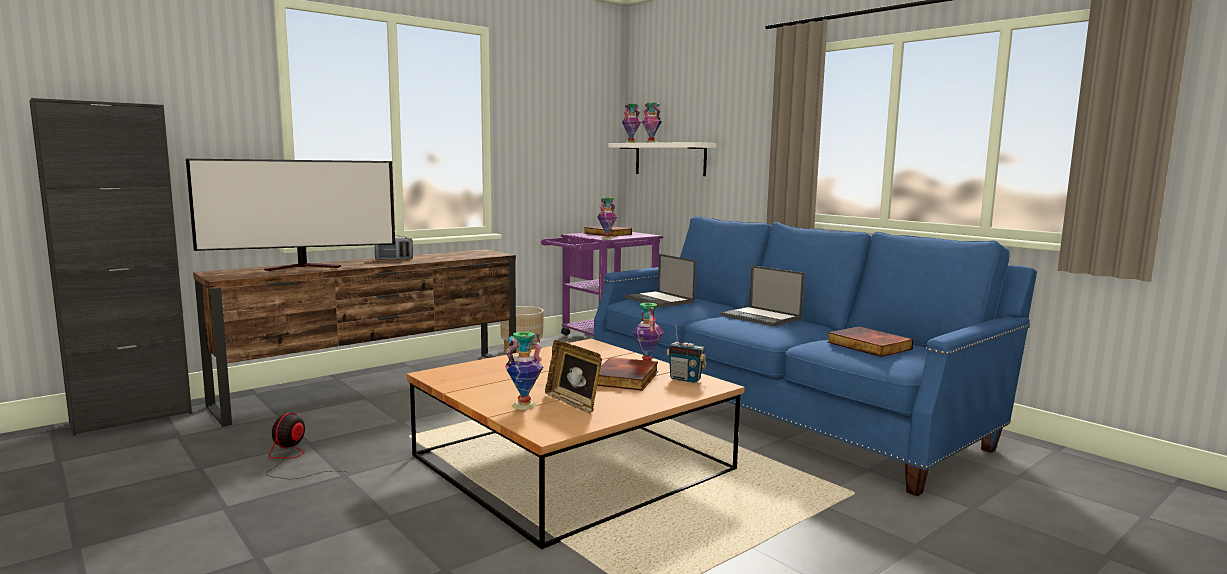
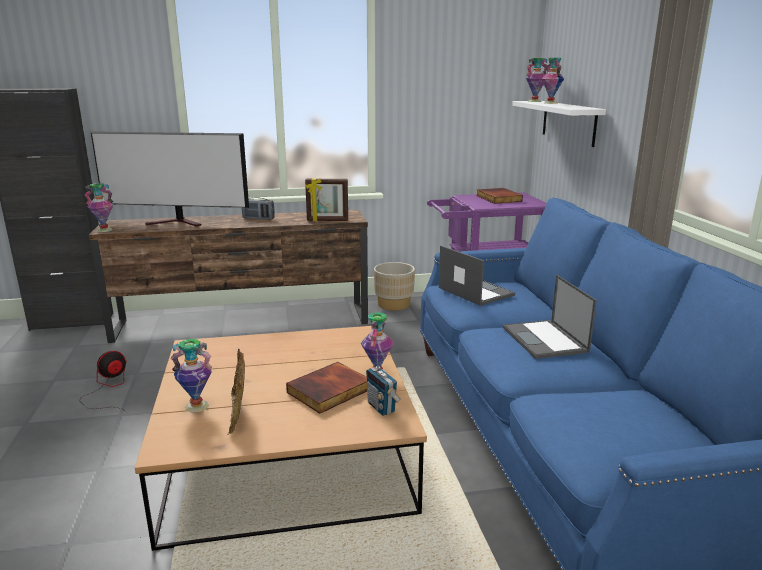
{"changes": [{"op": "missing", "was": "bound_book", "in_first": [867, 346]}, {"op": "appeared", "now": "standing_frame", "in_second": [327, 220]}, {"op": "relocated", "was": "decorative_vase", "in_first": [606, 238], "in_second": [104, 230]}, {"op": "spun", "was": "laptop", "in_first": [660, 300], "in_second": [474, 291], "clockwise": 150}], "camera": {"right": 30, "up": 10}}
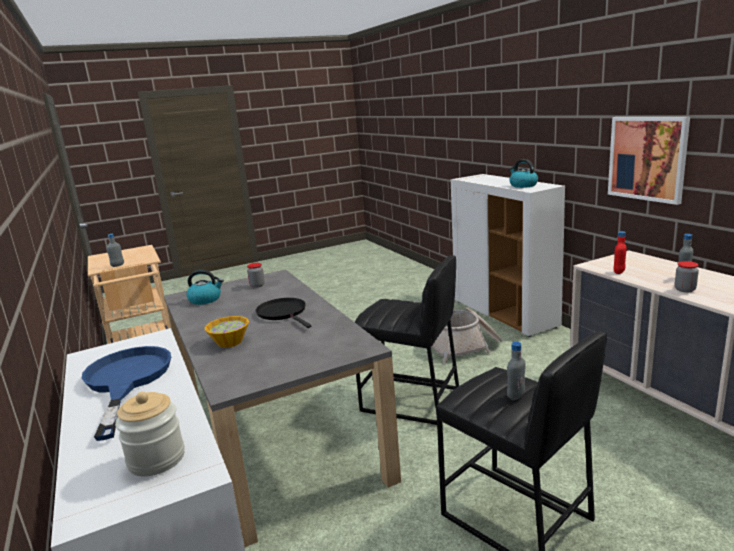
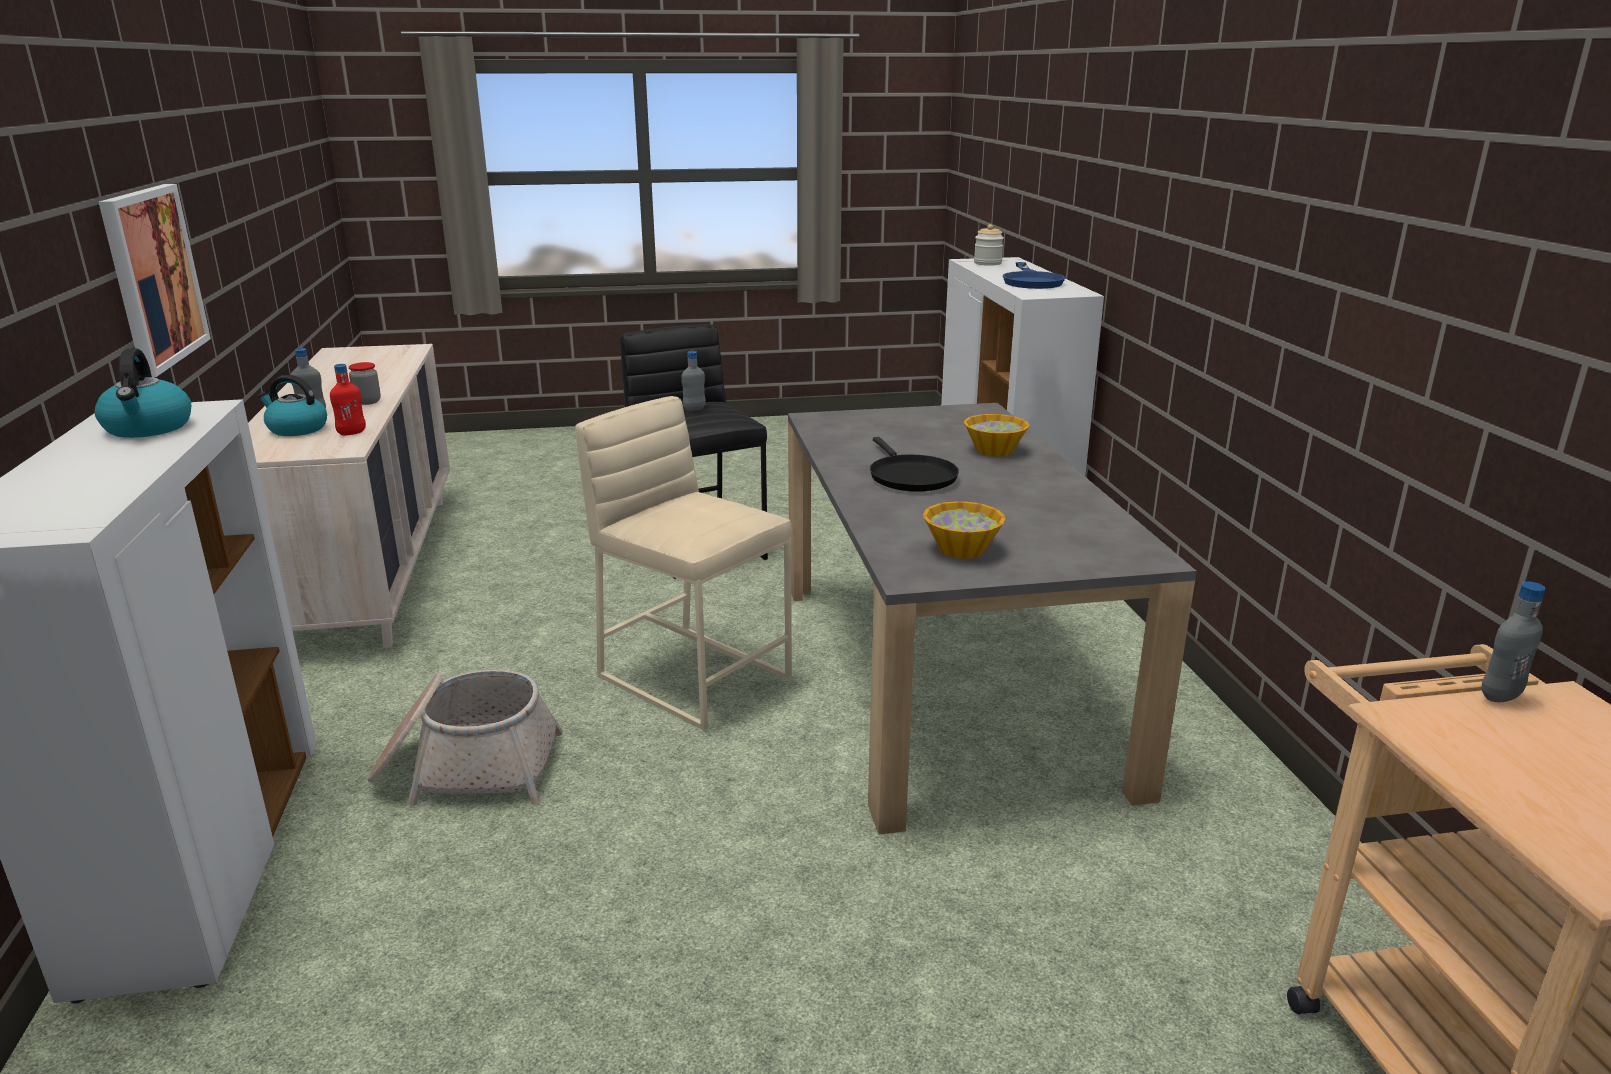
{"changes": [{"op": "relocated", "was": "water_kettle", "in_first": [206, 299], "in_second": [296, 429]}, {"op": "exchanged", "was": "preserve_jar", "now": "serving_bowl", "in_first": [257, 285], "in_second": [962, 549]}, {"op": "colour", "was": "black_sitting_stool", "now": "beige-coloured_sitting_stool", "in_first": [411, 400], "in_second": [694, 675]}], "camera": {"right": -165, "up": 5}}
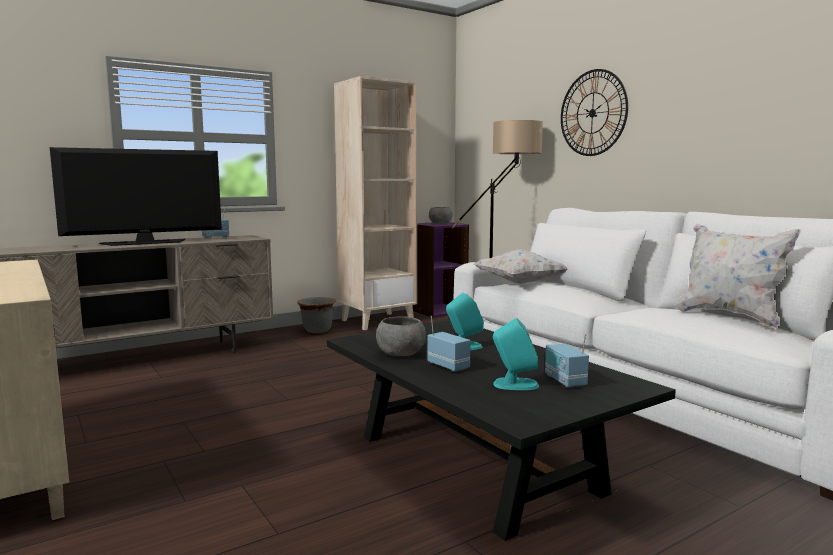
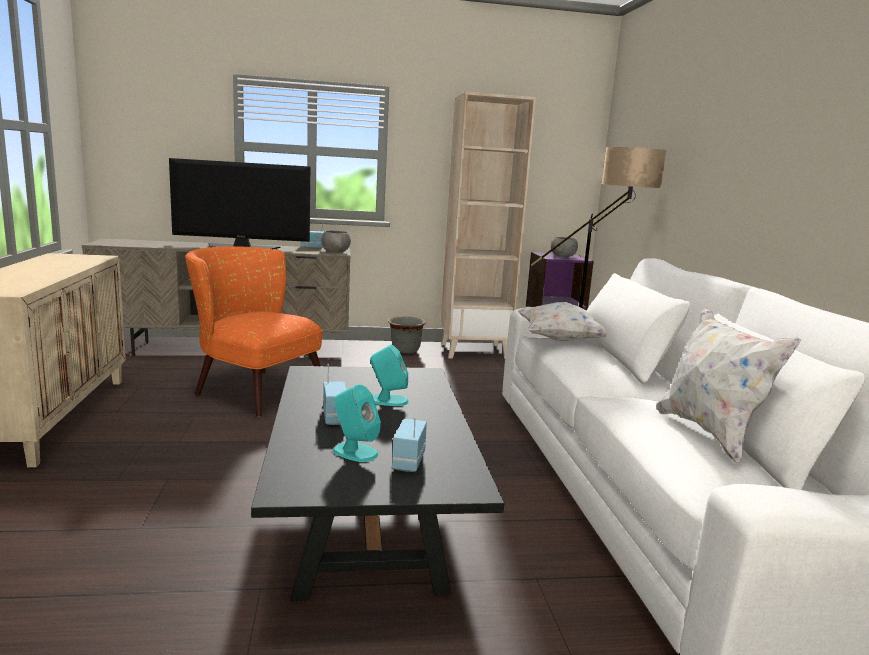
{"changes": [{"op": "missing", "was": "wall_clock", "in_first": [592, 113]}, {"op": "appeared", "now": "orange_armchair", "in_second": [252, 389]}, {"op": "relocated", "was": "grey_serving_bowl", "in_first": [400, 354], "in_second": [335, 252]}], "camera": {"right": 25, "up": 5}}
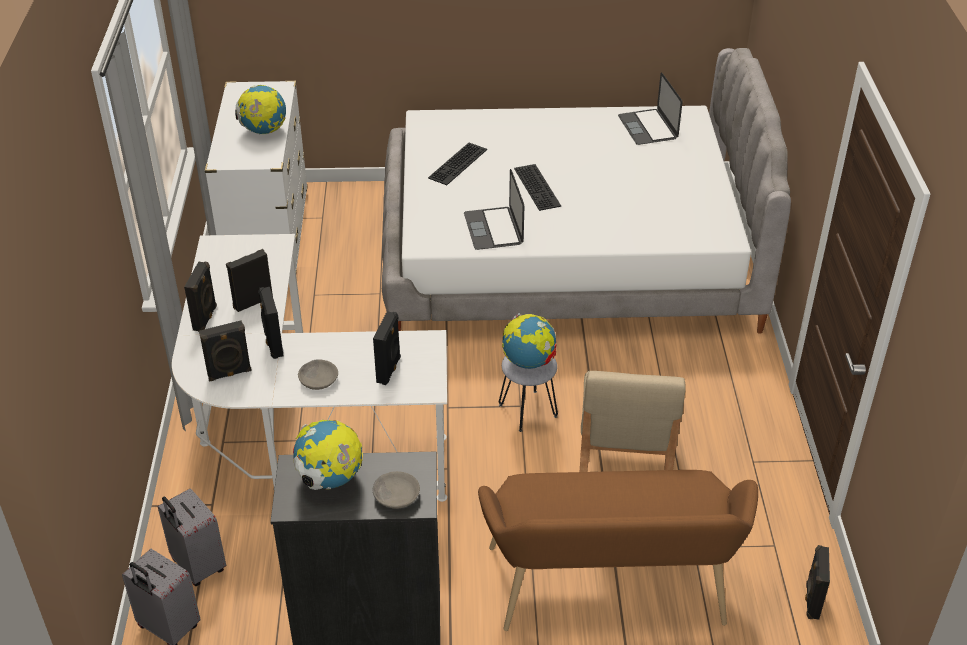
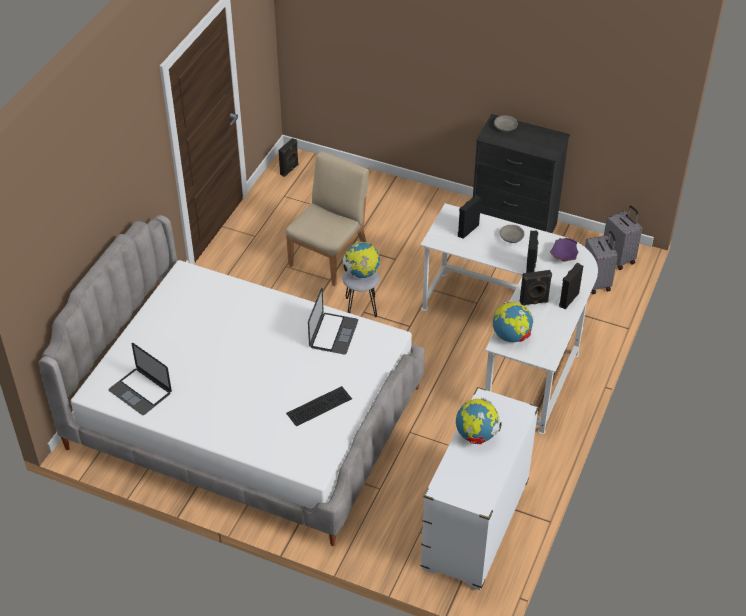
{"changes": [{"op": "missing", "was": "brown_indoor_bench", "in_first": [610, 594]}, {"op": "missing", "was": "PC_keyboard", "in_first": [538, 187]}, {"op": "relocated", "was": "globe", "in_first": [330, 479], "in_second": [511, 336]}, {"op": "exchanged", "was": "black_audio_speaker", "now": "purplish_serving_bowl", "in_first": [229, 374], "in_second": [563, 257]}, {"op": "spun", "was": "laptop", "in_first": [648, 127], "in_second": [140, 391], "clockwise": 120}], "camera": {"right": -155, "up": 5}}
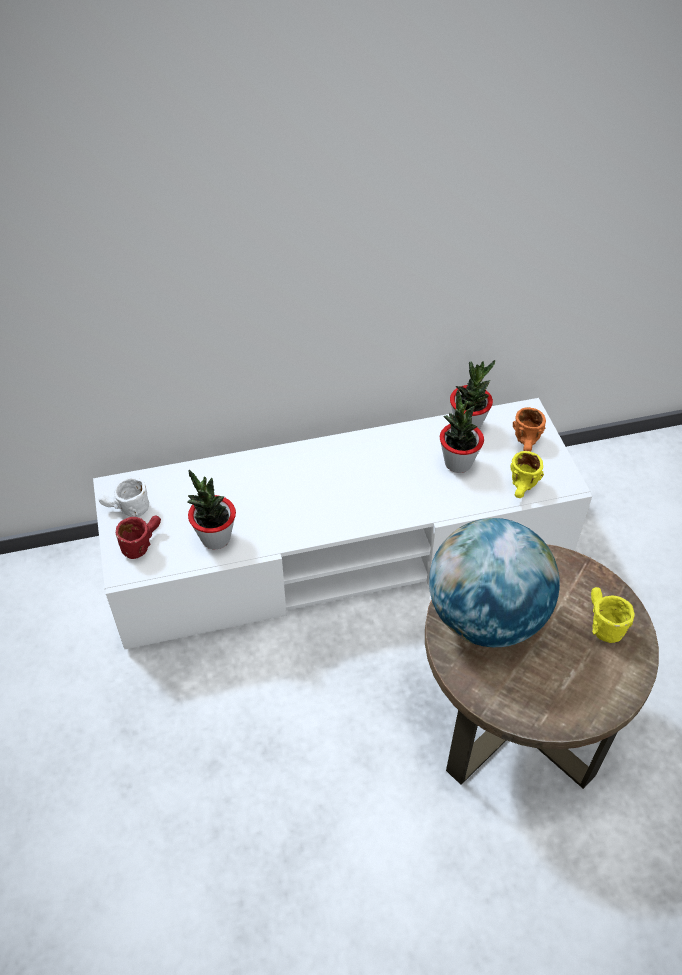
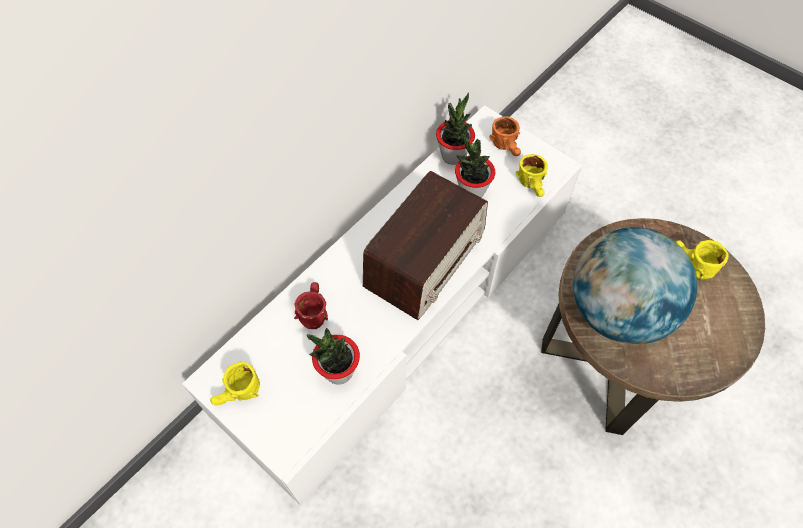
{"changes": [{"op": "appeared", "now": "radio", "in_second": [425, 259]}, {"op": "relocated", "was": "red_mug", "in_first": [141, 542], "in_second": [312, 310]}, {"op": "colour", "was": "white_mug", "now": "yellow-coloured_mug", "in_first": [126, 510], "in_second": [239, 395]}], "camera": {"right": -35, "up": 10}}
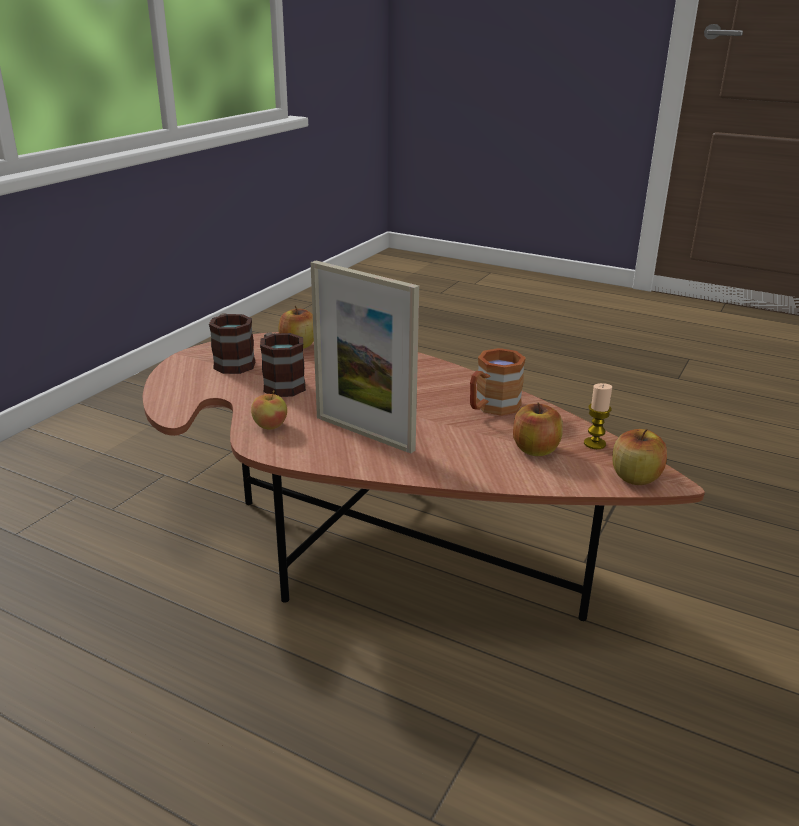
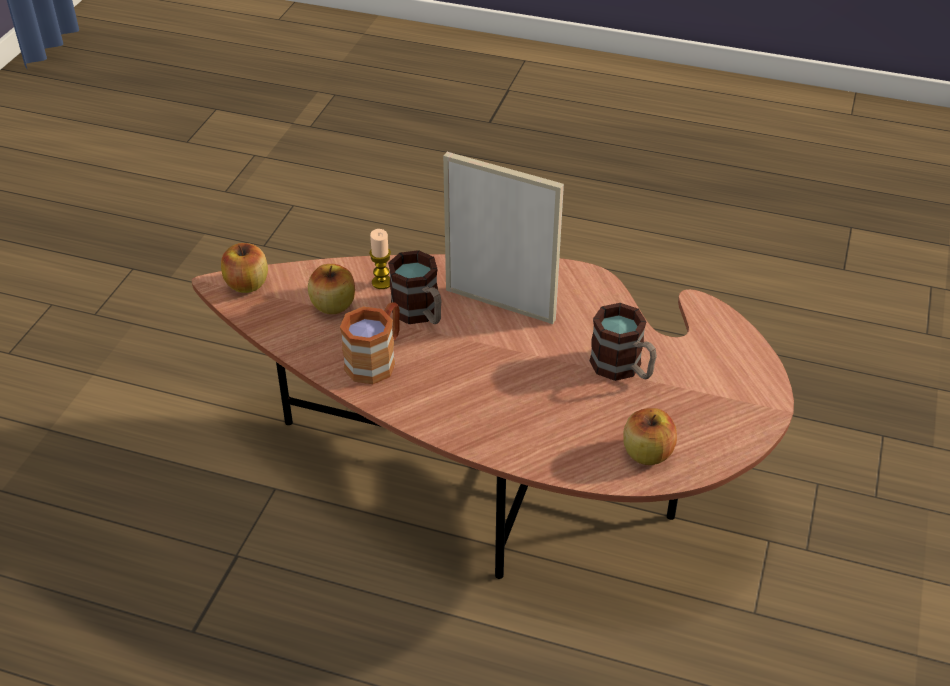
{"changes": [{"op": "missing", "was": "apple_fruit", "in_first": [270, 426]}, {"op": "relocated", "was": "mug", "in_first": [232, 361], "in_second": [420, 314]}, {"op": "relocated", "was": "wax_light", "in_first": [594, 444], "in_second": [382, 282]}], "camera": {"right": 170, "up": 15}}
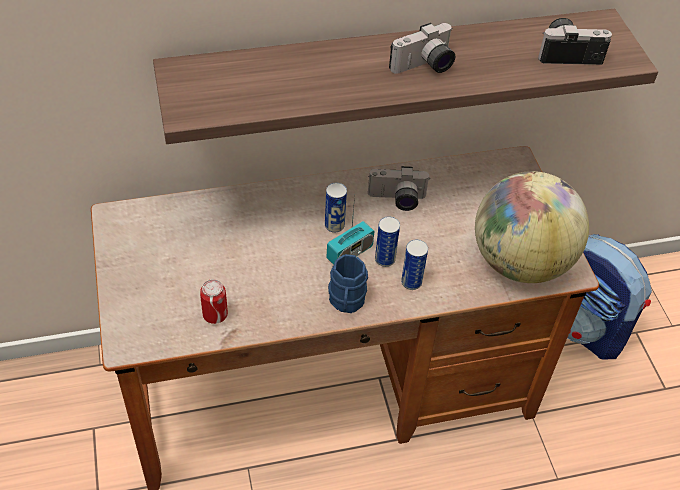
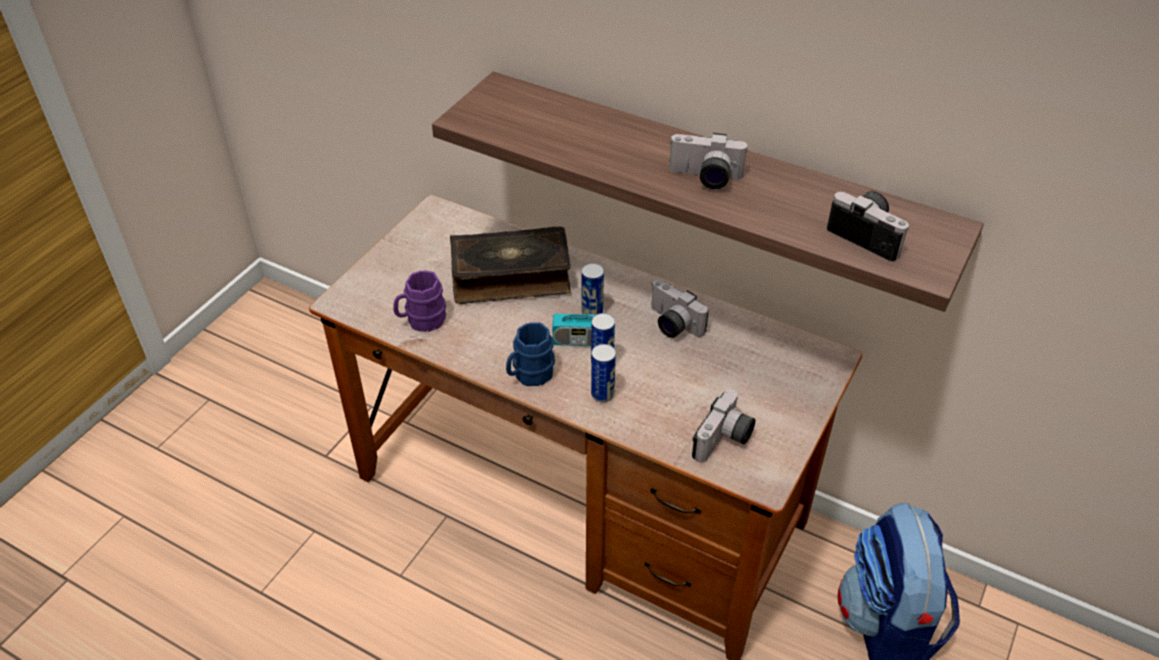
{"changes": [{"op": "appeared", "now": "bound_book", "in_second": [510, 276]}, {"op": "exchanged", "was": "metal_can", "now": "purplish_mug", "in_first": [215, 315], "in_second": [421, 320]}, {"op": "exchanged", "was": "globe", "now": "photo_camera", "in_first": [520, 262], "in_second": [724, 441]}], "camera": {"right": 45, "up": -5}}
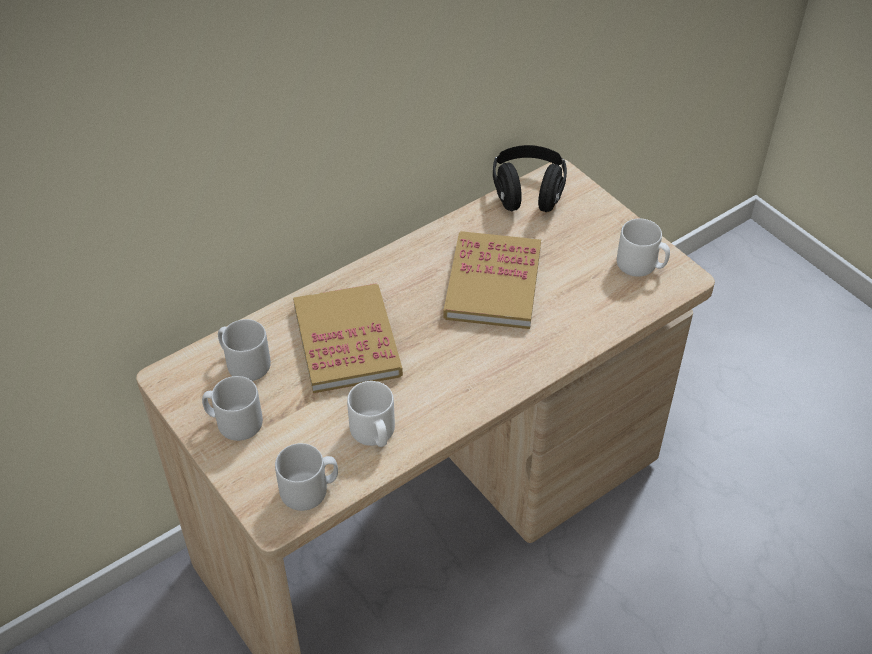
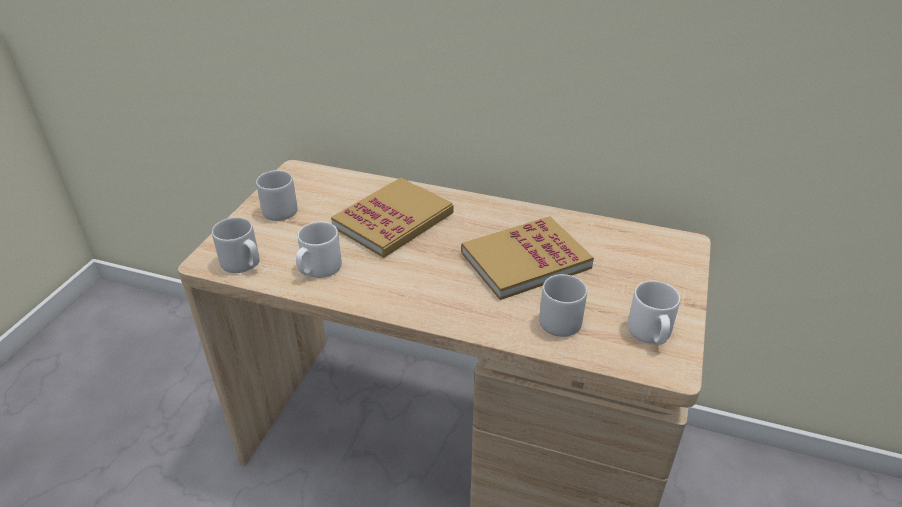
{"changes": [{"op": "missing", "was": "black_headphones", "in_first": [528, 193]}, {"op": "relocated", "was": "grey_mug", "in_first": [244, 363], "in_second": [559, 318]}], "camera": {"right": 55, "up": -10}}
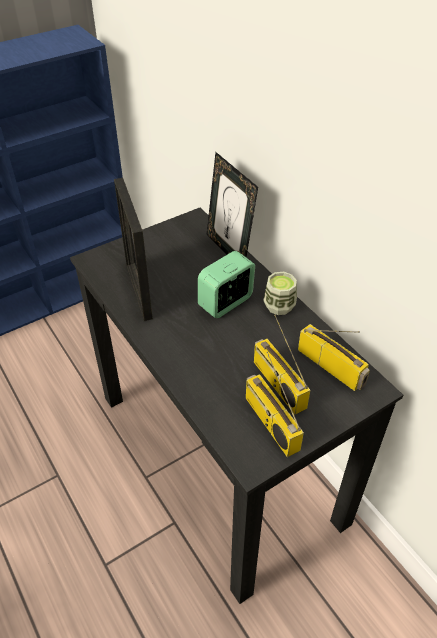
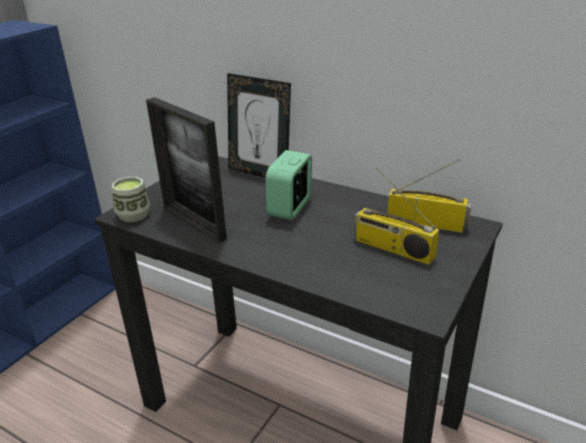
{"changes": [{"op": "missing", "was": "radio", "in_first": [269, 422]}, {"op": "relocated", "was": "cup", "in_first": [279, 306], "in_second": [134, 215]}], "camera": {"right": -25, "up": -15}}
